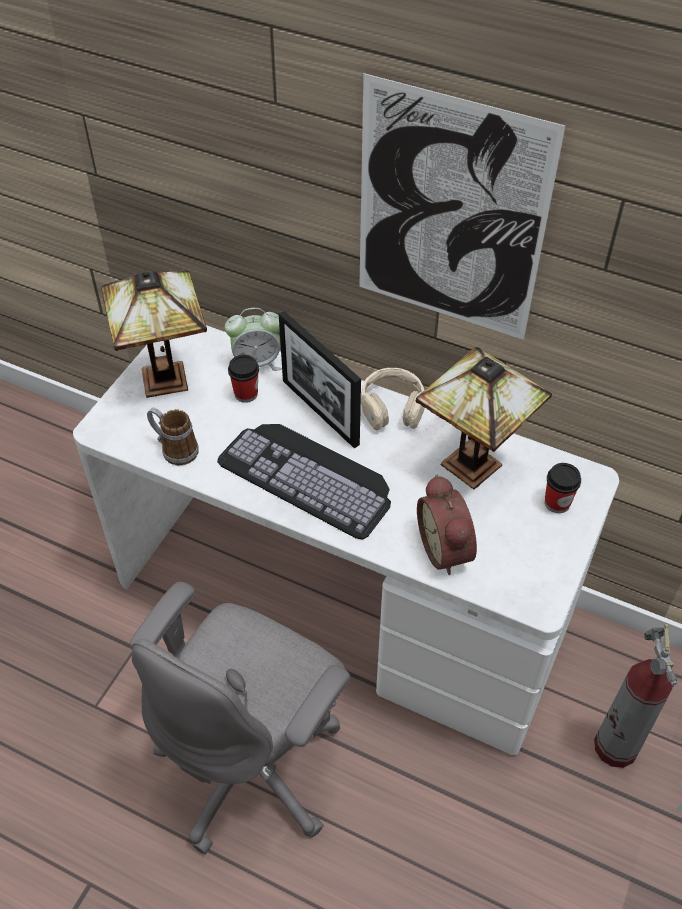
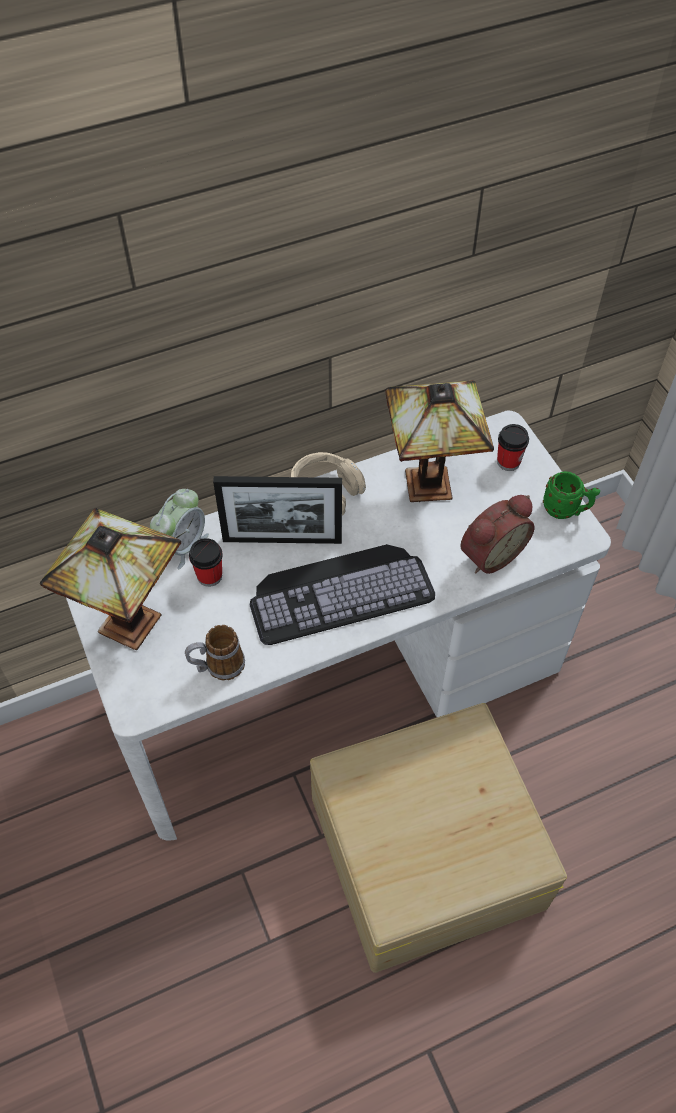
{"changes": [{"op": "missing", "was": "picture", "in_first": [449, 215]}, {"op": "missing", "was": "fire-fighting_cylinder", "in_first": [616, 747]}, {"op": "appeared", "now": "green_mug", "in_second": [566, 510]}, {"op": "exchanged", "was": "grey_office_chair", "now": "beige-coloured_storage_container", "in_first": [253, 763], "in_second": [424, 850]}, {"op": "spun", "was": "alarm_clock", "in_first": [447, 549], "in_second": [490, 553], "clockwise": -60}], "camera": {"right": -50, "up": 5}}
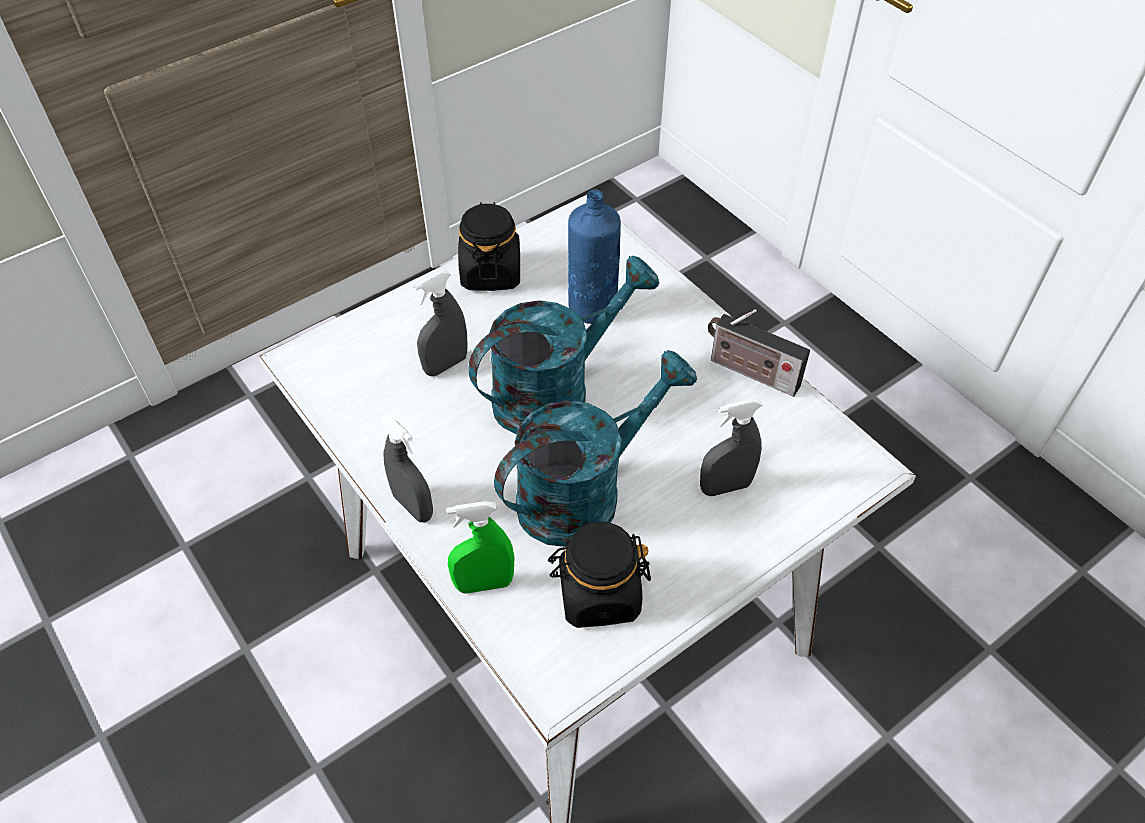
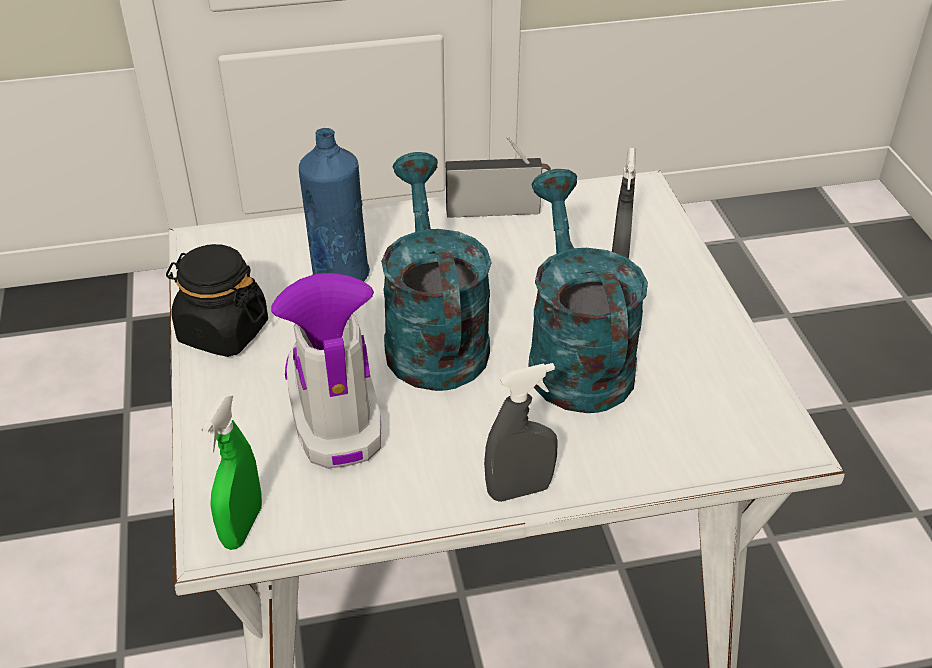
{"changes": [{"op": "missing", "was": "black_preserve_jar", "in_first": [598, 595]}, {"op": "relocated", "was": "green_spray_bottle", "in_first": [484, 584], "in_second": [242, 526]}, {"op": "exchanged", "was": "grey_spray_bottle", "now": "tall_boot", "in_first": [446, 365], "in_second": [333, 407]}, {"op": "spun", "was": "radio", "in_first": [749, 372], "in_second": [497, 210], "clockwise": -150}], "camera": {"right": -65, "up": -10}}
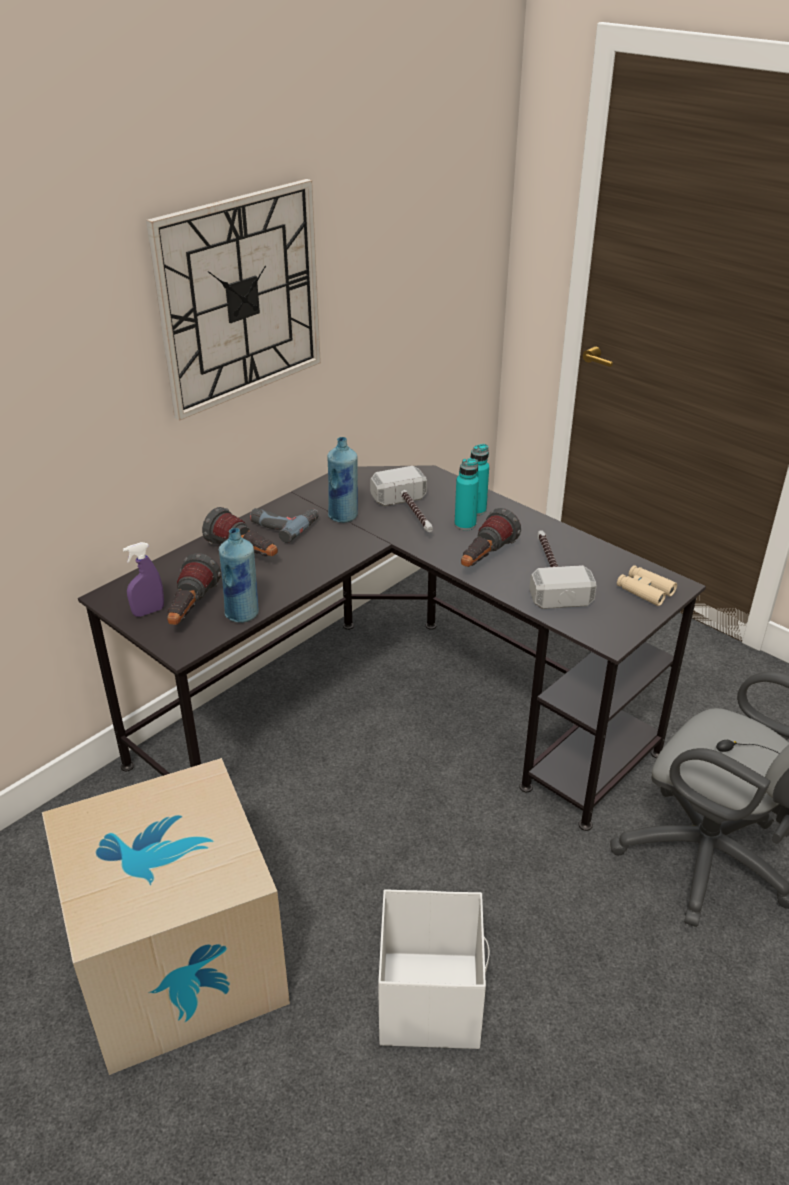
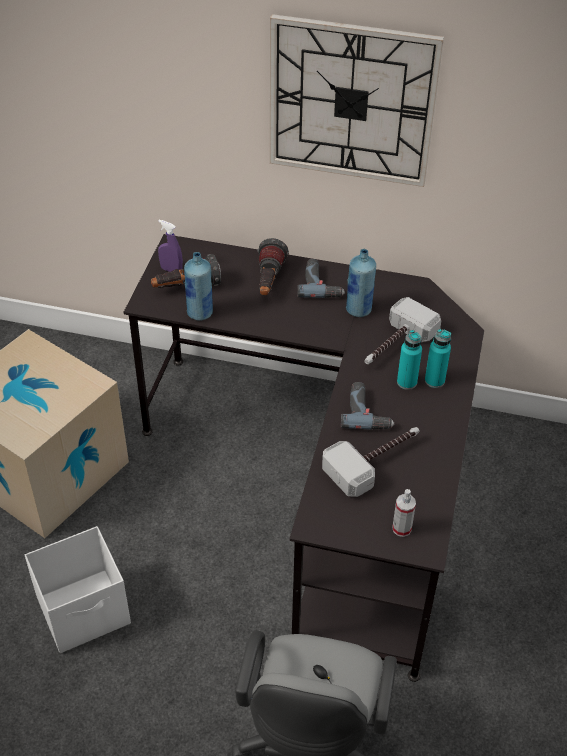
{"changes": [{"op": "exchanged", "was": "flashlight", "now": "electric_drill", "in_first": [485, 558], "in_second": [367, 412]}, {"op": "exchanged", "was": "beige-coloured_binoculars", "now": "spray_bottle", "in_first": [645, 590], "in_second": [401, 529]}], "camera": {"right": 60, "up": 10}}
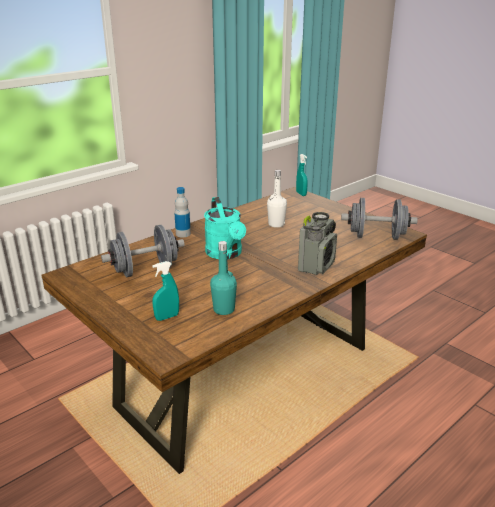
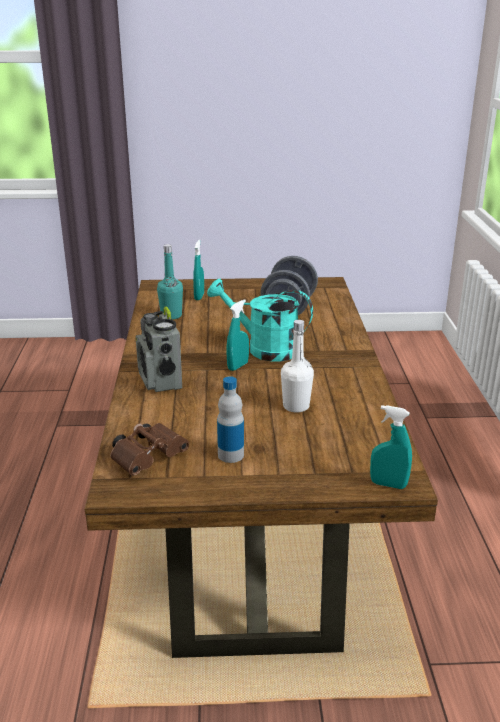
{"changes": [{"op": "appeared", "now": "turquoise_spray_bottle", "in_second": [238, 366]}, {"op": "relocated", "was": "drink_bottle", "in_first": [183, 234], "in_second": [230, 455]}, {"op": "exchanged", "was": "grey_dumbbell", "now": "brown_binoculars", "in_first": [376, 236], "in_second": [150, 458]}], "camera": {"right": 130, "up": 0}}
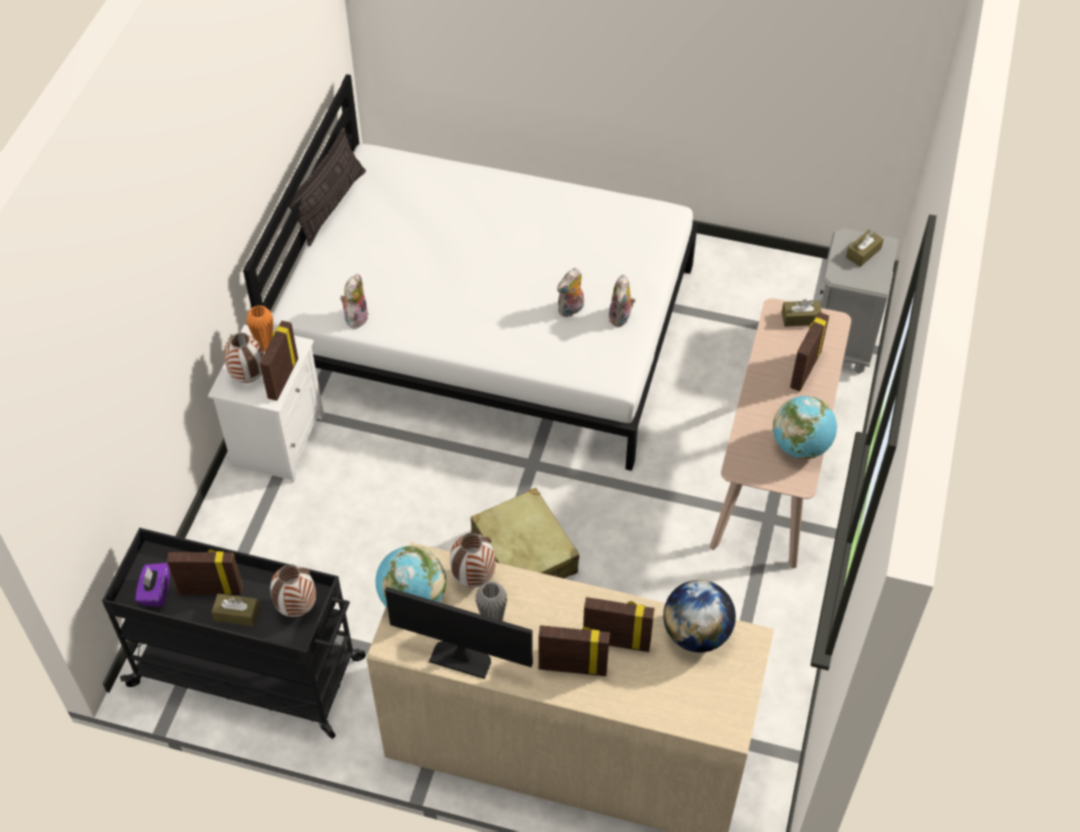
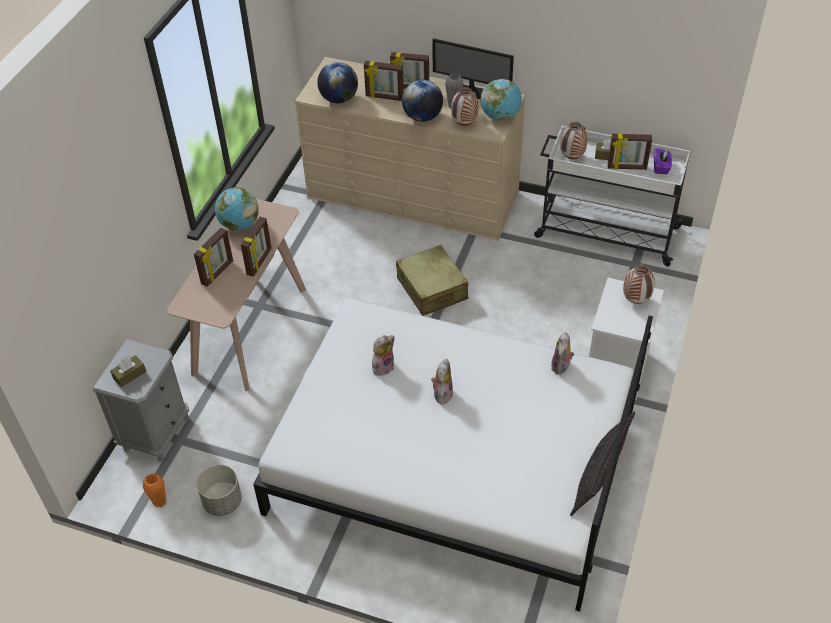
{"changes": [{"op": "missing", "was": "brown_tissue_box", "in_first": [800, 318]}, {"op": "appeared", "now": "grey_plant_pot", "in_second": [222, 502]}, {"op": "appeared", "now": "globe", "in_second": [422, 117]}, {"op": "relocated", "was": "orange_decorative_vase", "in_first": [265, 345], "in_second": [160, 502]}, {"op": "relocated", "was": "standing_frame", "in_first": [282, 378], "in_second": [260, 262]}, {"op": "relocated", "was": "plush_toy", "in_first": [621, 317], "in_second": [442, 394]}, {"op": "colour", "was": "black_cart", "now": "white_cart", "in_first": [250, 672], "in_second": [605, 232]}], "camera": {"right": -175, "up": -5}}
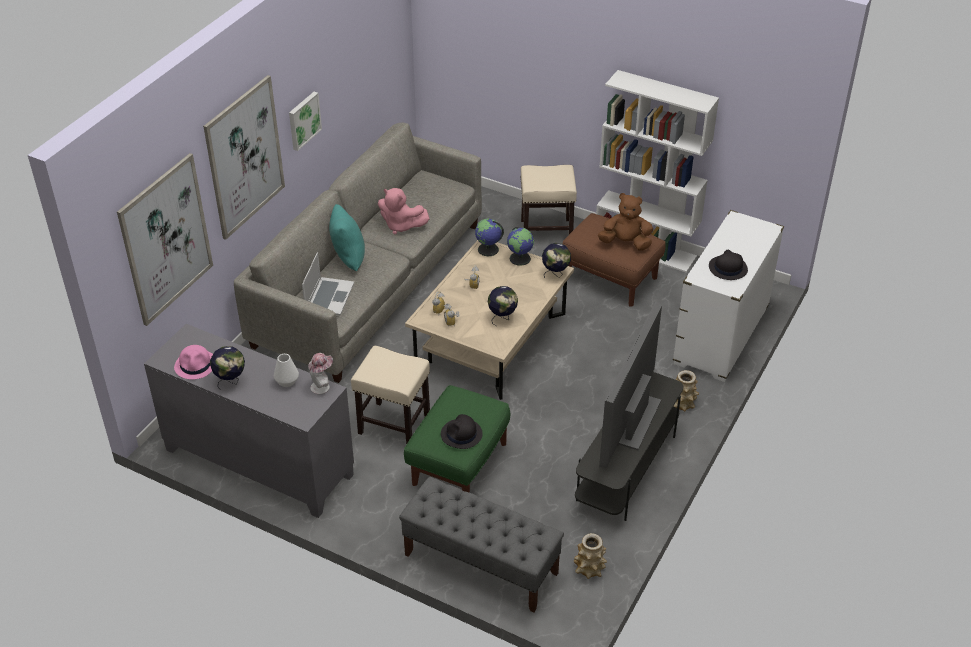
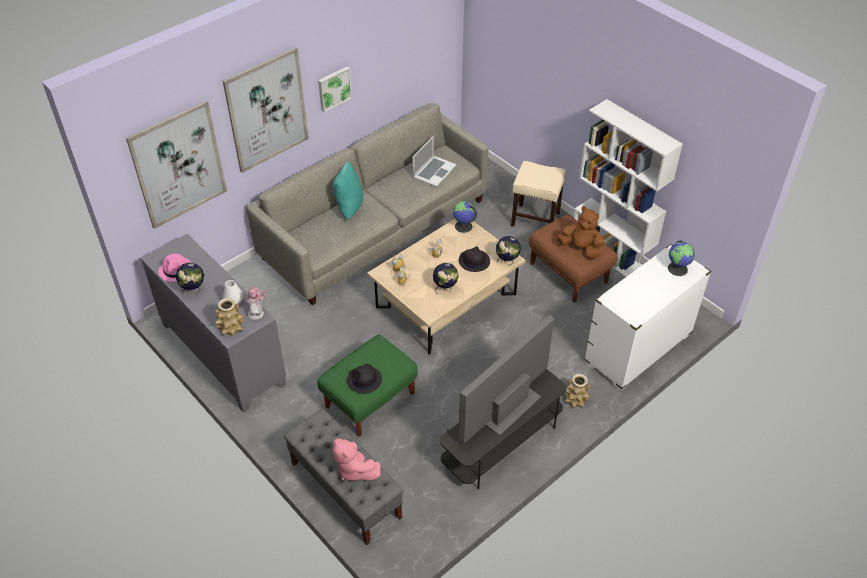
{"changes": [{"op": "missing", "was": "beige-coloured_sitting_stool", "in_first": [393, 425]}, {"op": "relocated", "was": "laptop", "in_first": [329, 296], "in_second": [434, 171]}, {"op": "relocated", "was": "pinkish_plush_toy", "in_first": [401, 225], "in_second": [354, 469]}, {"op": "relocated", "was": "globe", "in_first": [520, 258], "in_second": [678, 268]}, {"op": "relocated", "was": "decorative_vase", "in_first": [589, 568], "in_second": [231, 328]}, {"op": "relocated", "was": "black_hat", "in_first": [727, 268], "in_second": [474, 261]}], "camera": {"right": 20, "up": 5}}
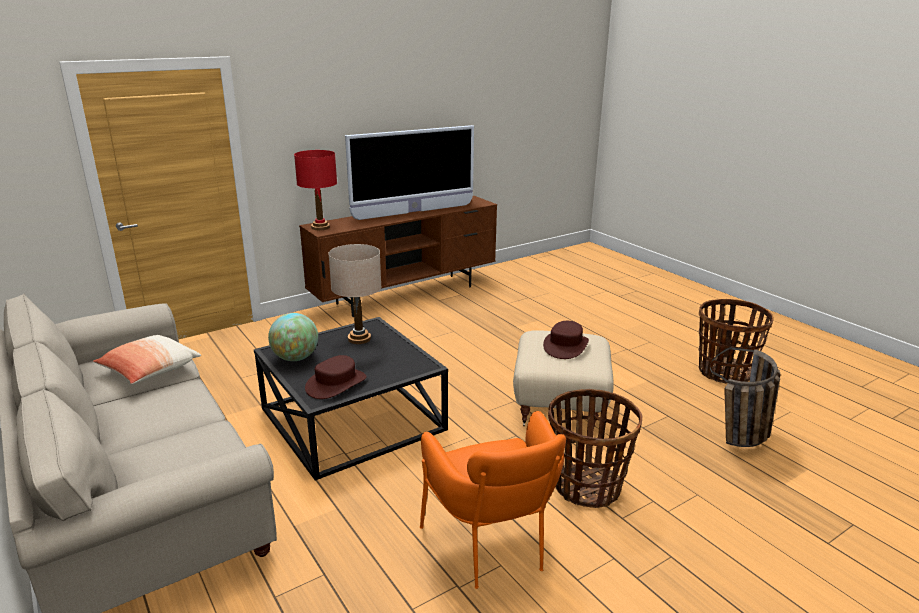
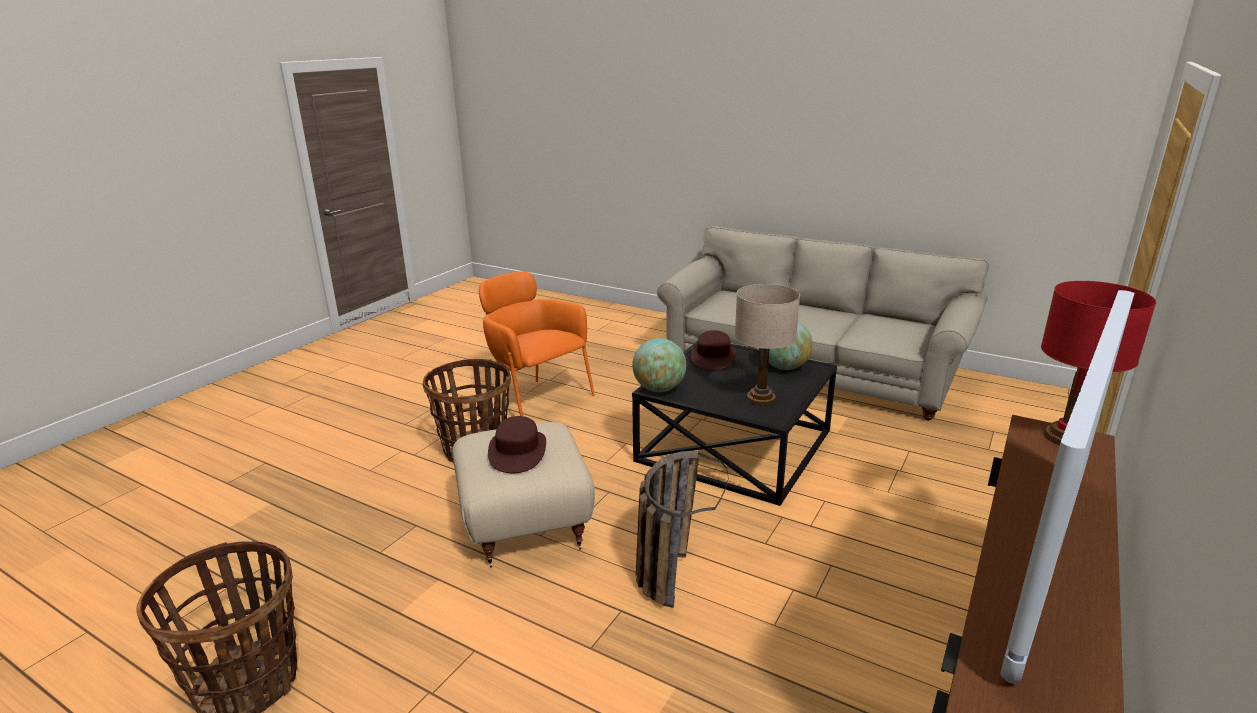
{"changes": [{"op": "missing", "was": "throw_pillow", "in_first": [149, 370]}, {"op": "appeared", "now": "globe", "in_second": [659, 389]}, {"op": "relocated", "was": "storage_basket", "in_first": [740, 440], "in_second": [670, 568]}], "camera": {"right": 155, "up": 0}}
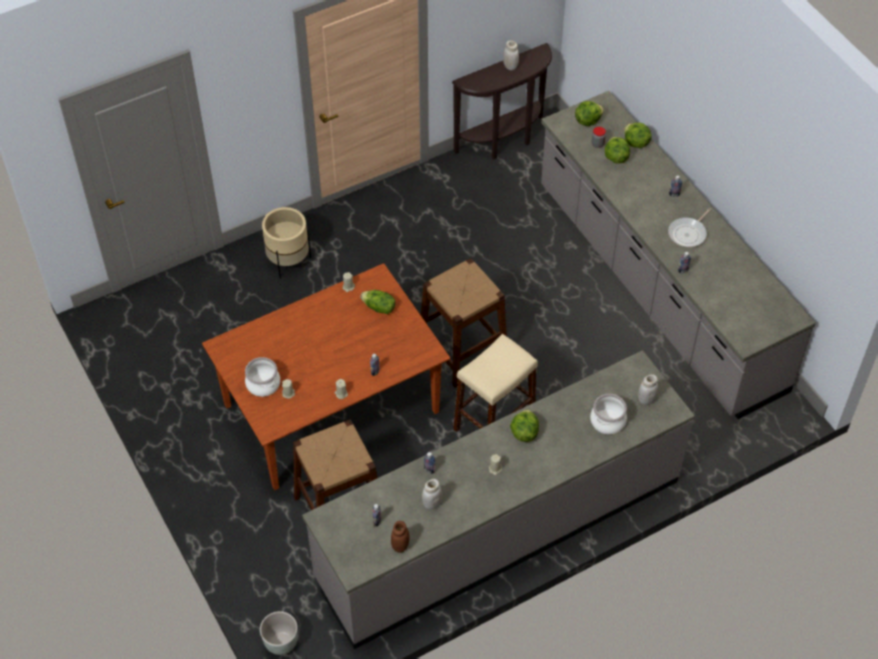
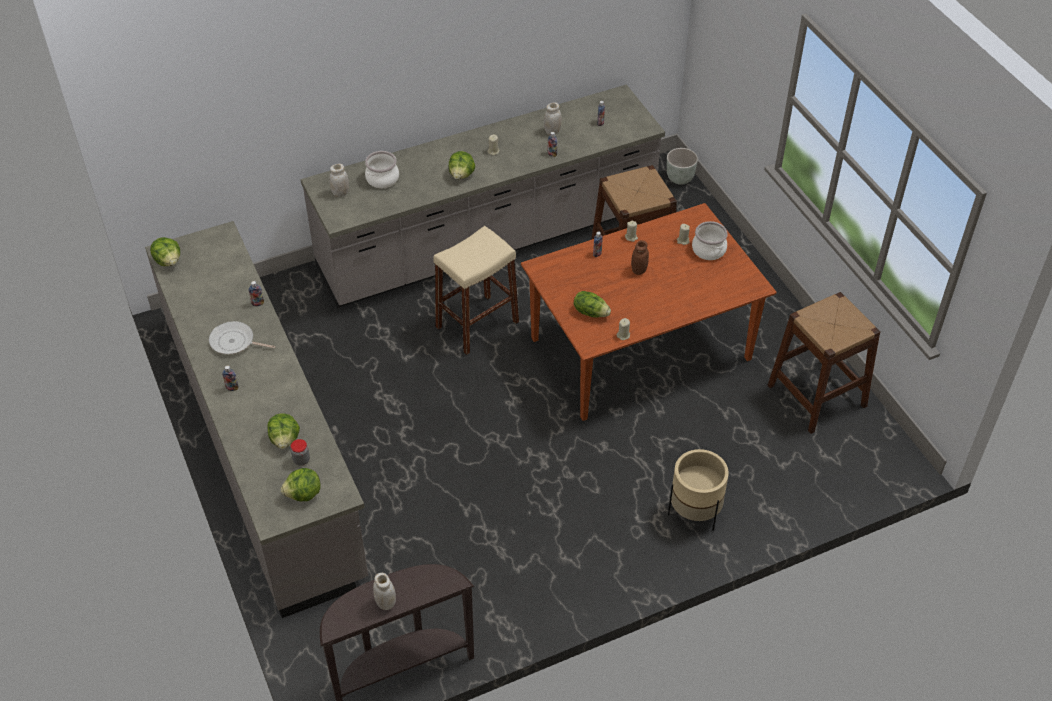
{"changes": [{"op": "relocated", "was": "brown_preserve_jar", "in_first": [400, 546], "in_second": [639, 270]}, {"op": "relocated", "was": "brown_sitting_stool", "in_first": [462, 350], "in_second": [816, 395]}, {"op": "relocated", "was": "lettuce", "in_first": [635, 143], "in_second": [168, 261]}, {"op": "spun", "was": "pan", "in_first": [688, 233], "in_second": [235, 342], "clockwise": -120}], "camera": {"right": -175, "up": -5}}
